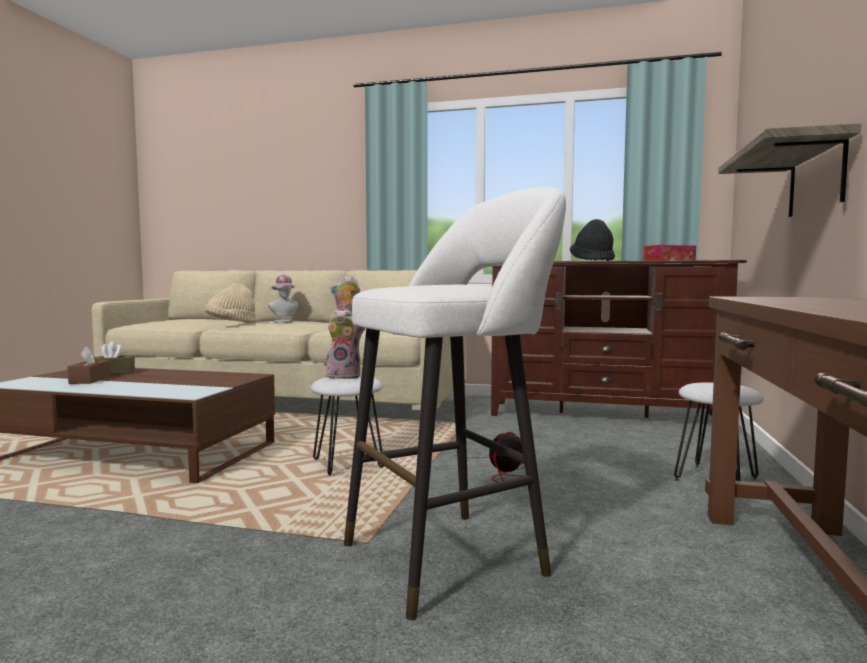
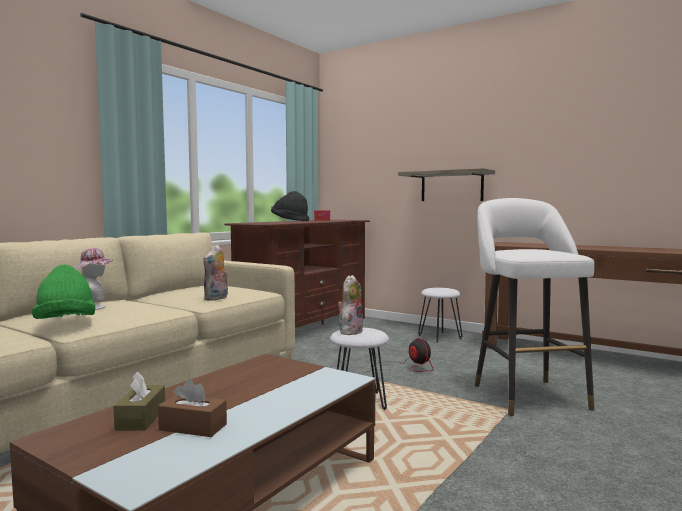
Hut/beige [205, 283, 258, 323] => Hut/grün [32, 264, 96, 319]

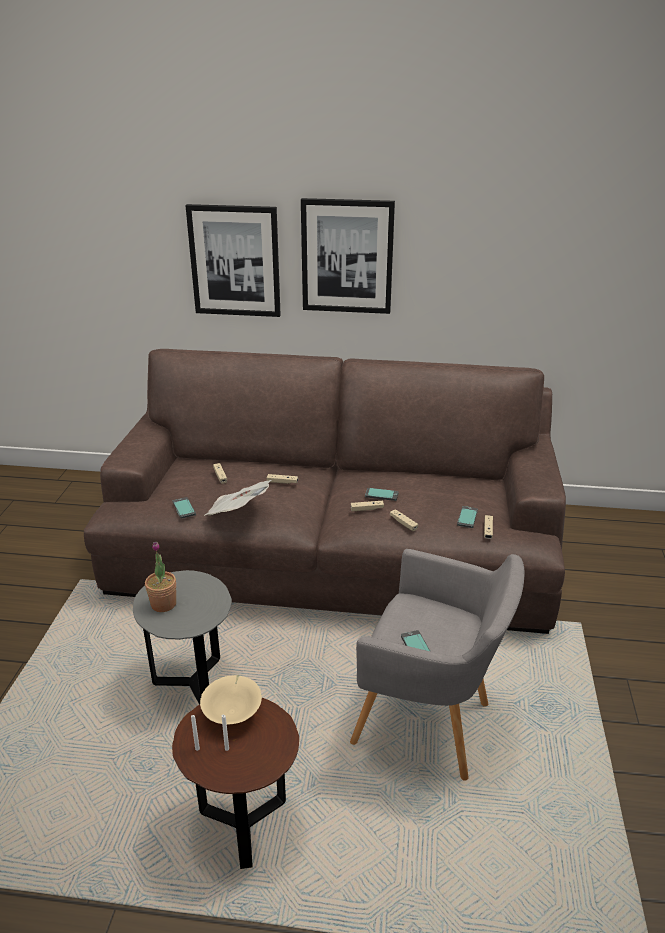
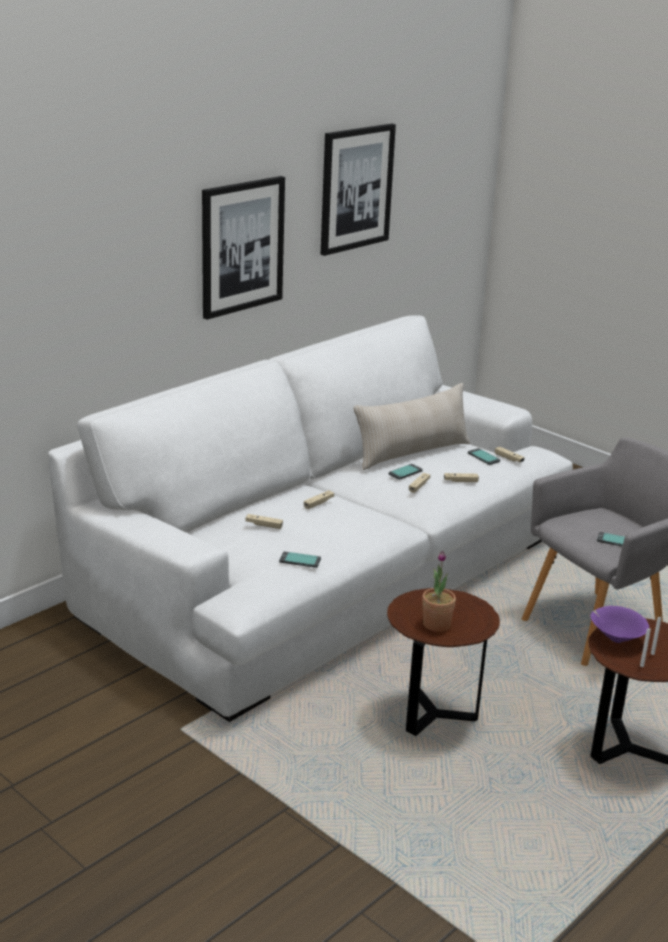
Sofa/braun [84, 349, 566, 634] => Sofa/weiß [48, 315, 573, 722]
Beistelltisch/grau [133, 570, 232, 705] => Beistelltisch/braun [387, 588, 500, 736]
Bild [185, 204, 281, 317] => Bild [321, 123, 396, 256], shifted
Schüssel/beige [200, 675, 262, 725] => Schüssel/lila [591, 606, 649, 643]
Zeitung [204, 480, 271, 516] => nothing
nothing => Kissen/beige [354, 383, 470, 470]

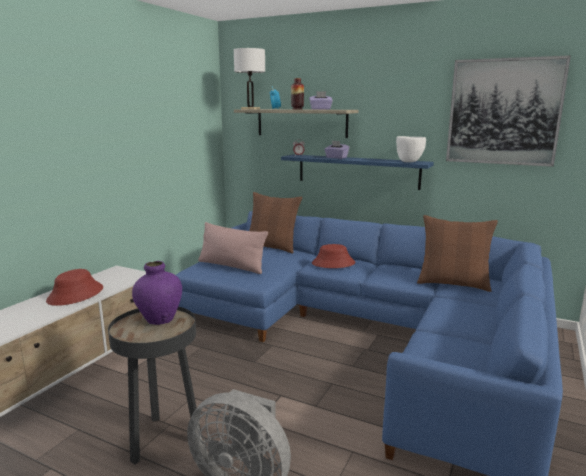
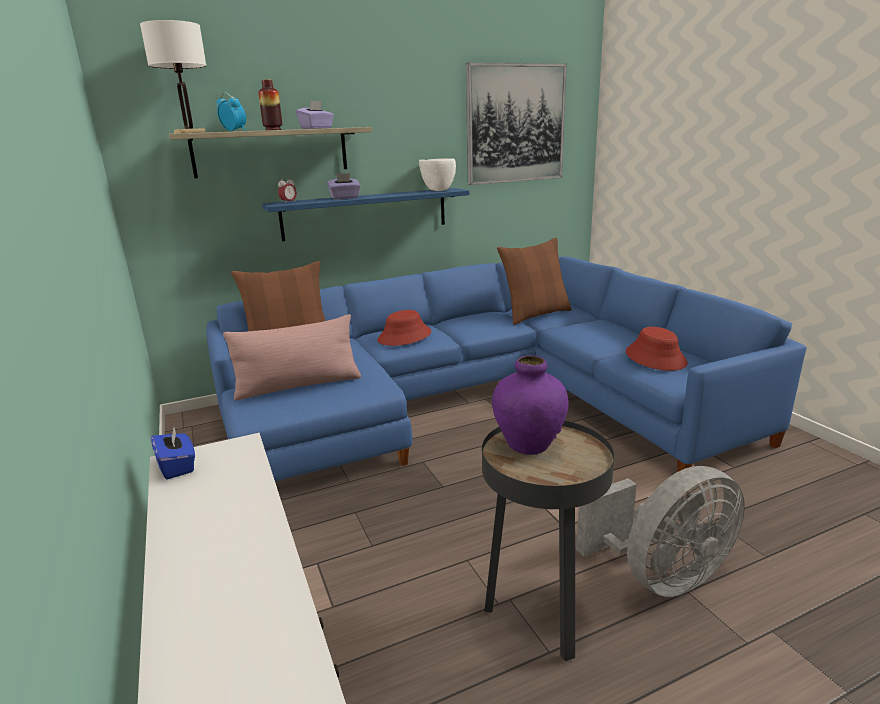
Hut/rot [46, 269, 103, 306] => Hut/rot [626, 327, 688, 371], shifted
nothing => Taschentuchbox/blau [151, 428, 195, 480]

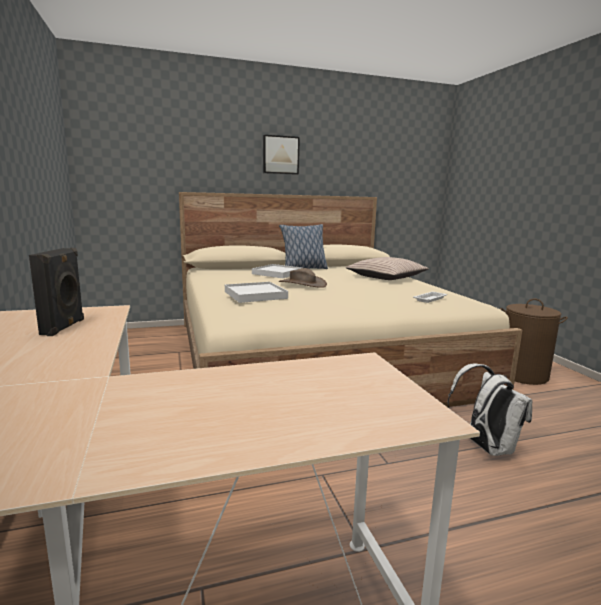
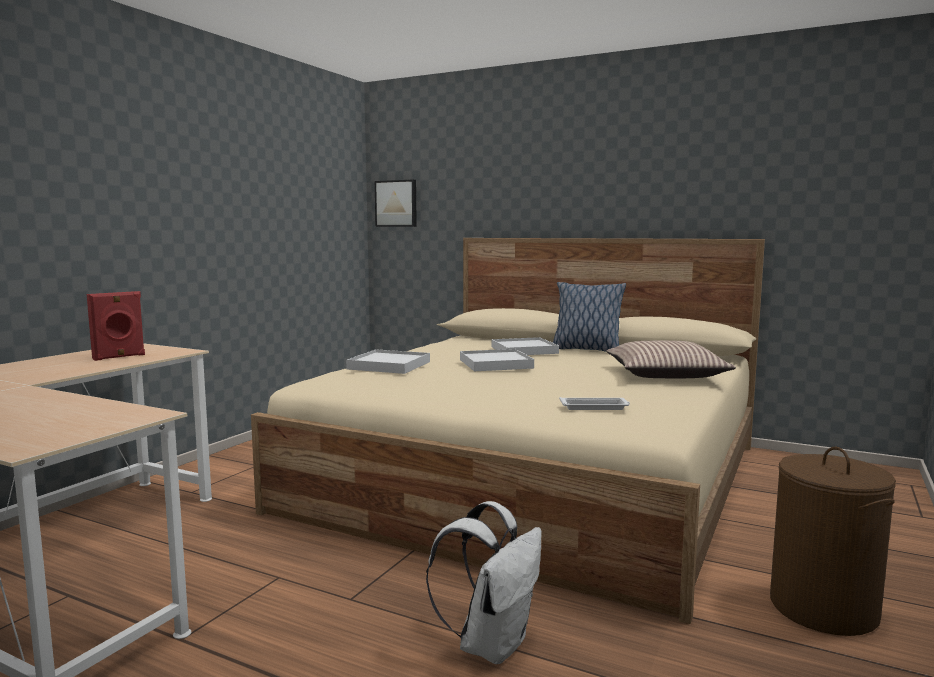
Lautsprecher/schwarz [29, 248, 84, 336] => Lautsprecher/rot [87, 291, 145, 361]
Bild [263, 135, 300, 175] => Bild [375, 180, 417, 227], shifted
Hut/braun [279, 268, 327, 288] => Tablett/weiß [460, 349, 534, 371]

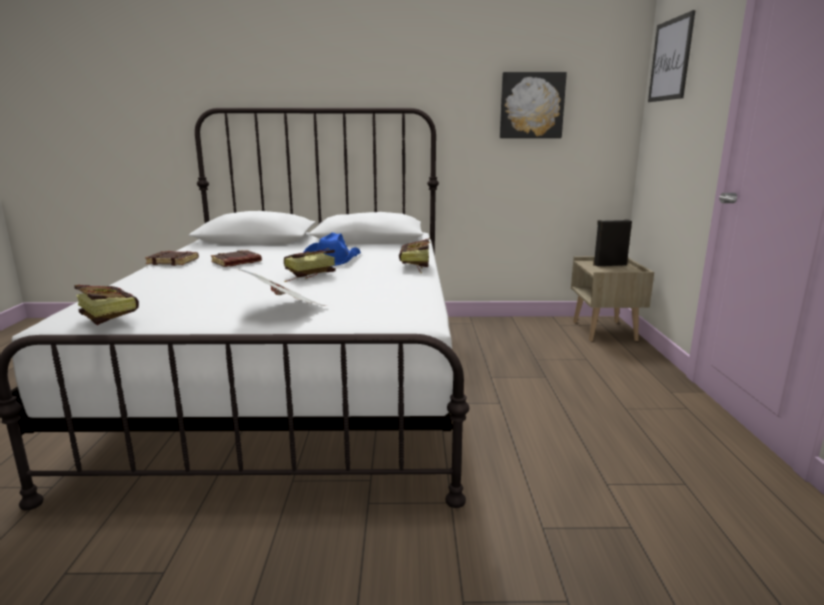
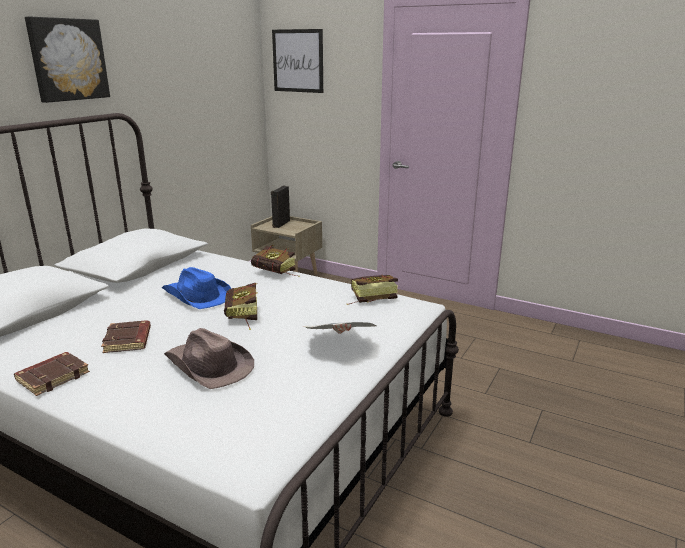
Buch [74, 285, 139, 325] => Buch [346, 275, 398, 305], shifted
Bild [500, 72, 567, 138] => Bild [25, 17, 110, 103], shifted
nothing => Hut/braun [164, 328, 254, 389]

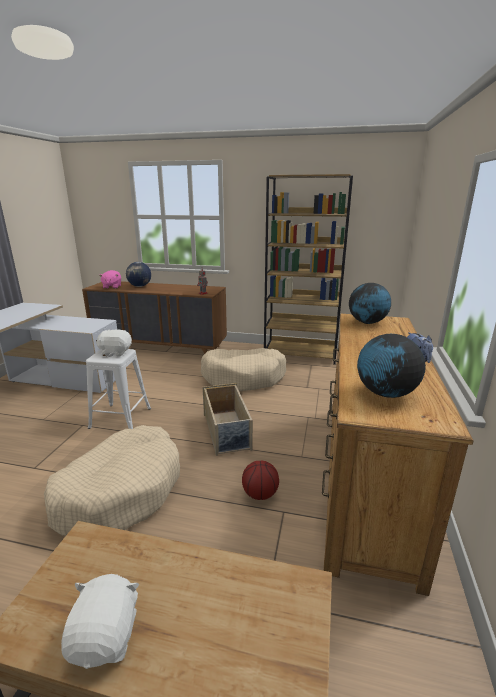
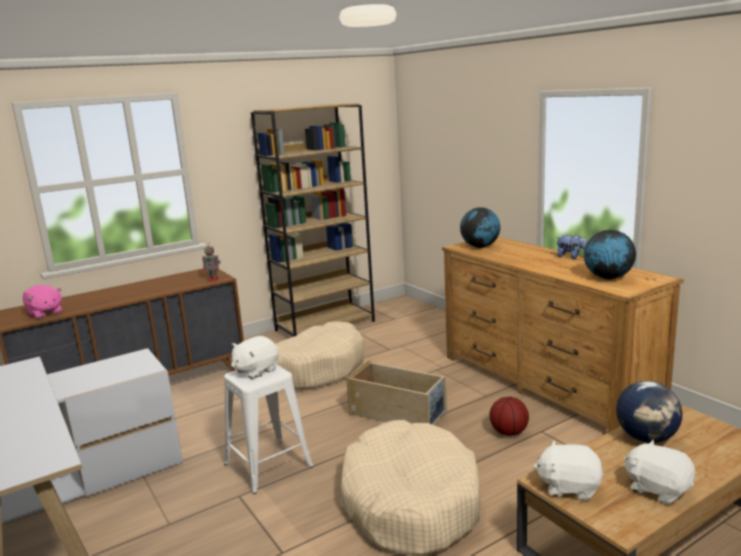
Globus [126, 262, 151, 287] => Globus [616, 381, 682, 443], shifted
nothing => Plüschtier/weiß [533, 440, 604, 501]

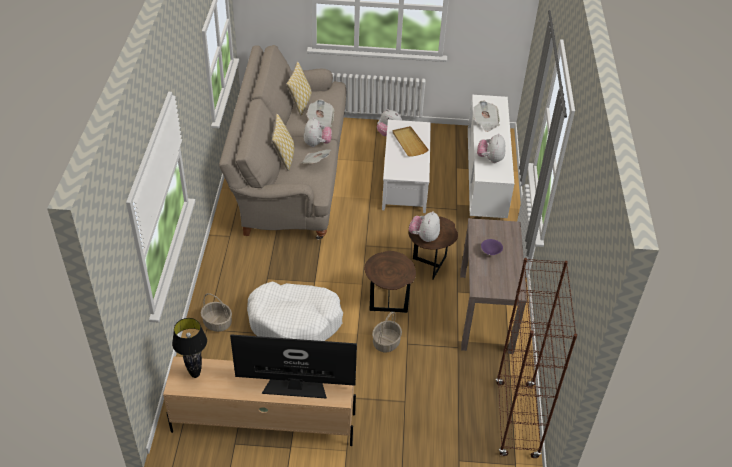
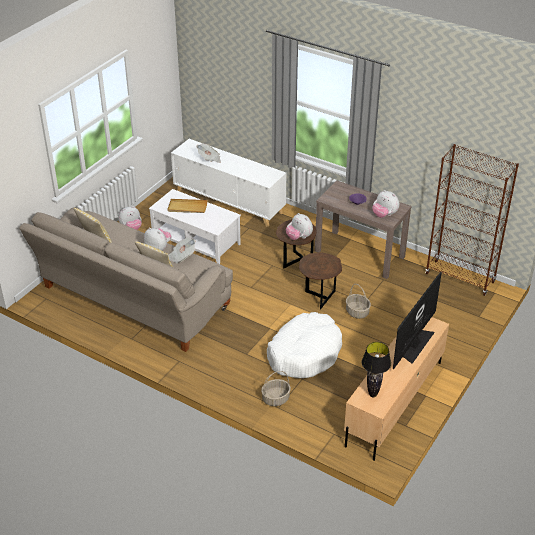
Zeitung [306, 99, 335, 129] => nothing
Plüschtier [477, 133, 505, 163] => Plüschtier [372, 190, 399, 218], shifted

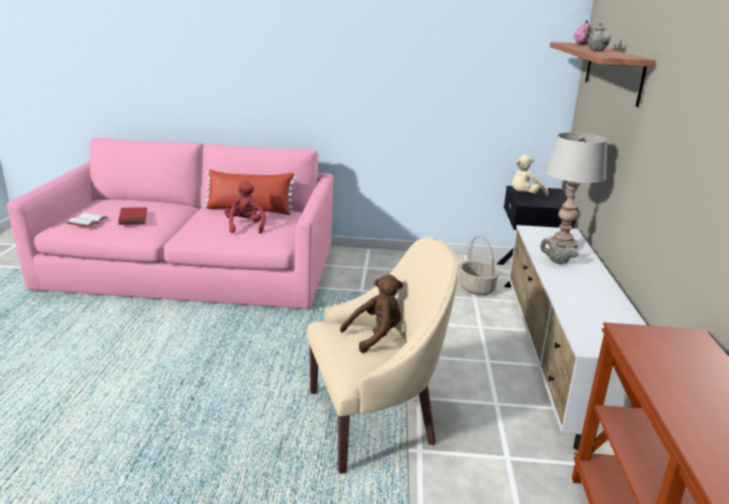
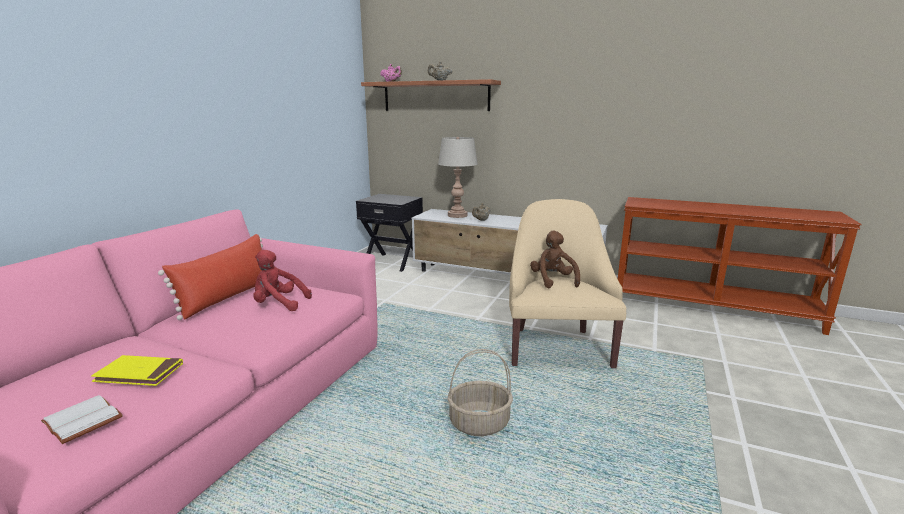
Buch/rot [118, 207, 147, 225] => Buch/gelb [91, 355, 183, 386]
Korb [459, 235, 500, 295] => Korb [448, 349, 513, 436], shifted
Plüschtier/beige [512, 155, 548, 196] => nothing

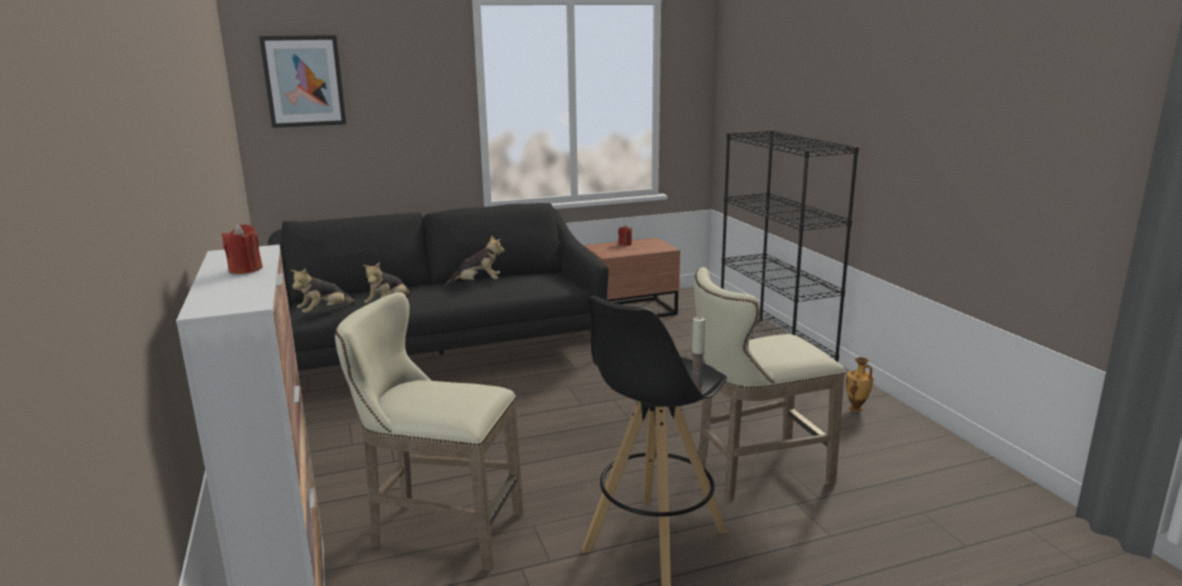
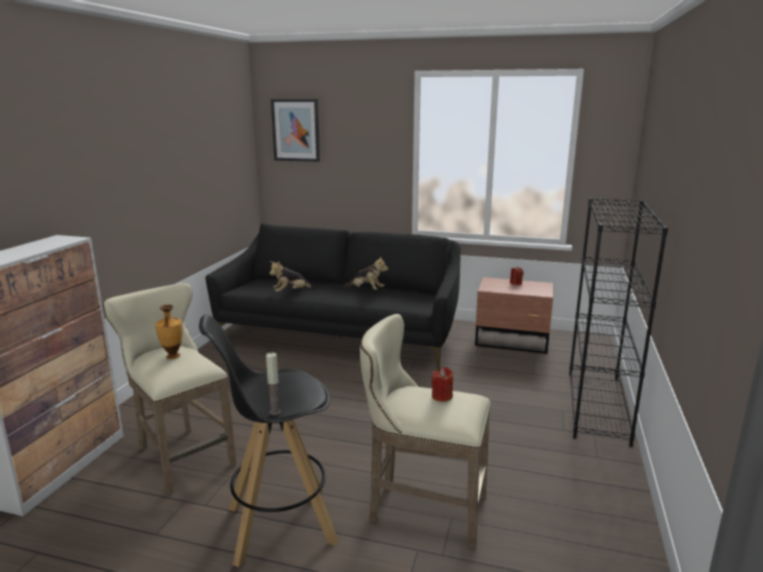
Kerze/rot [222, 224, 263, 274] => Kerze/rot [431, 367, 453, 402], shifted
Plüschtier [291, 268, 356, 313] => nothing
Vase [846, 357, 874, 412] => Vase [155, 305, 183, 359], shifted

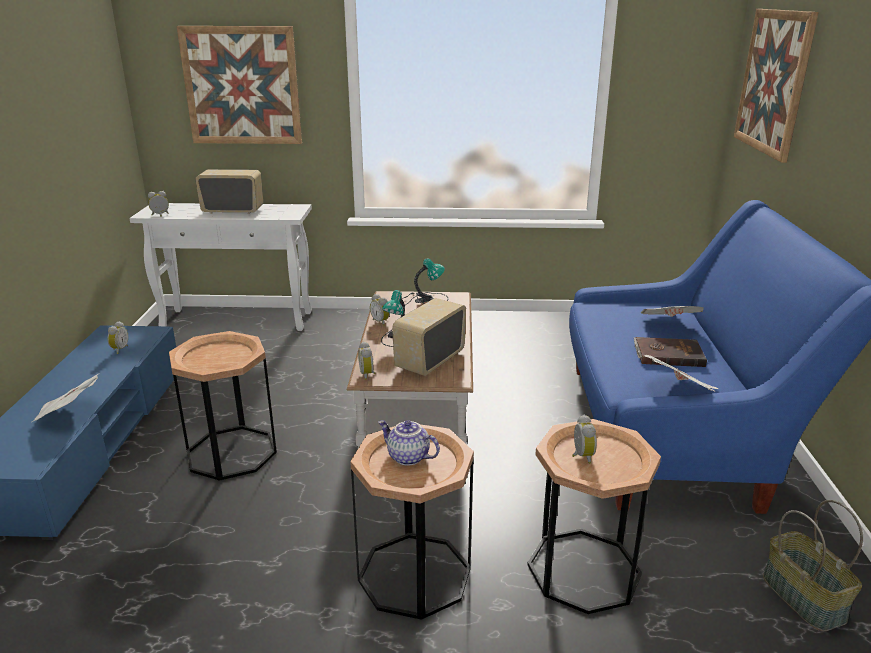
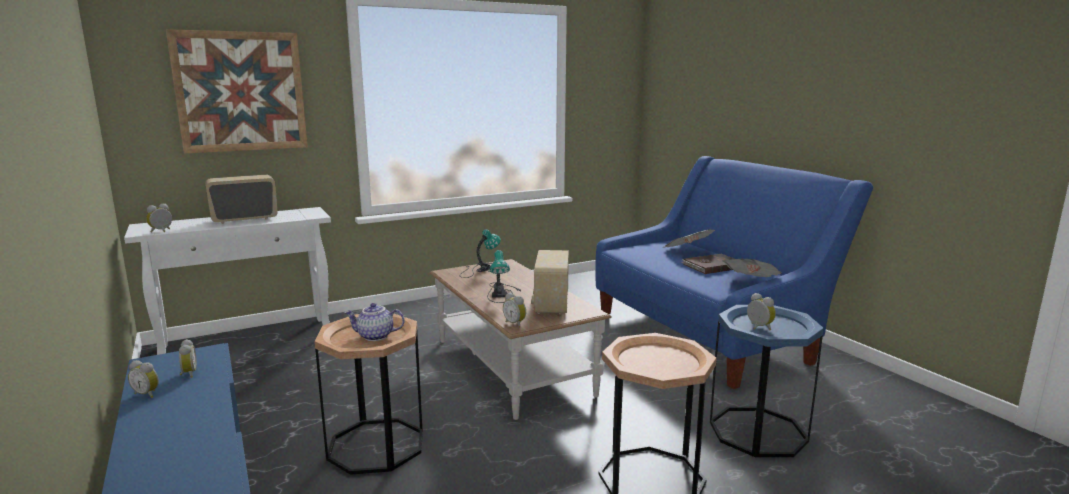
Zeitung [32, 374, 98, 422] => nothing
Wecker [370, 294, 390, 326] => Wecker [128, 360, 159, 398], shifted
Teekanne [378, 420, 440, 466] => Teekanne [344, 303, 405, 341], shifted
Beistelltisch/braun [527, 419, 661, 614] => Beistelltisch/blau [710, 305, 824, 457]
Bild [734, 9, 819, 163] => nothing
Korb [763, 500, 863, 631] => nothing

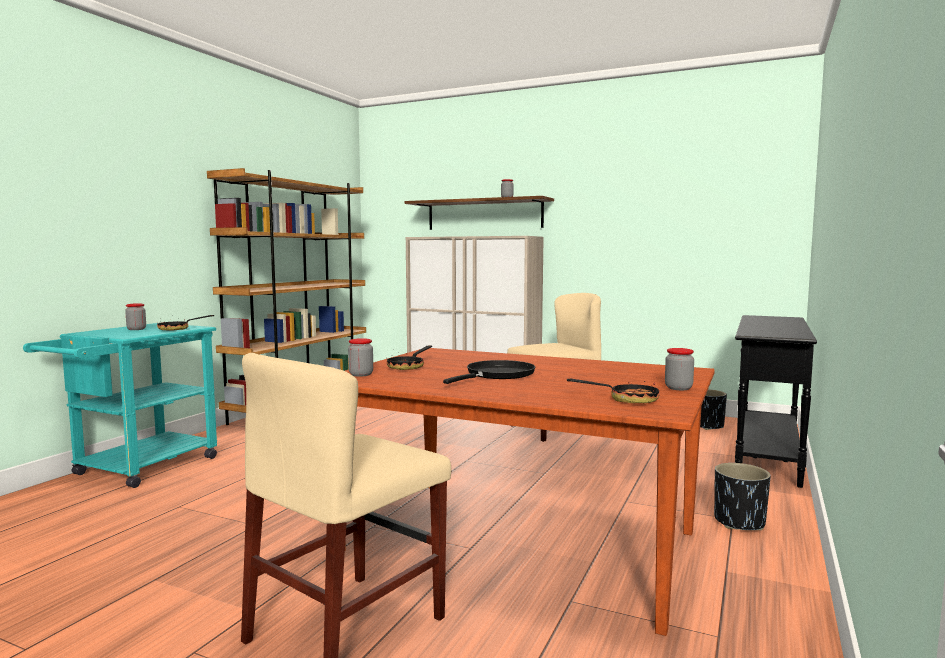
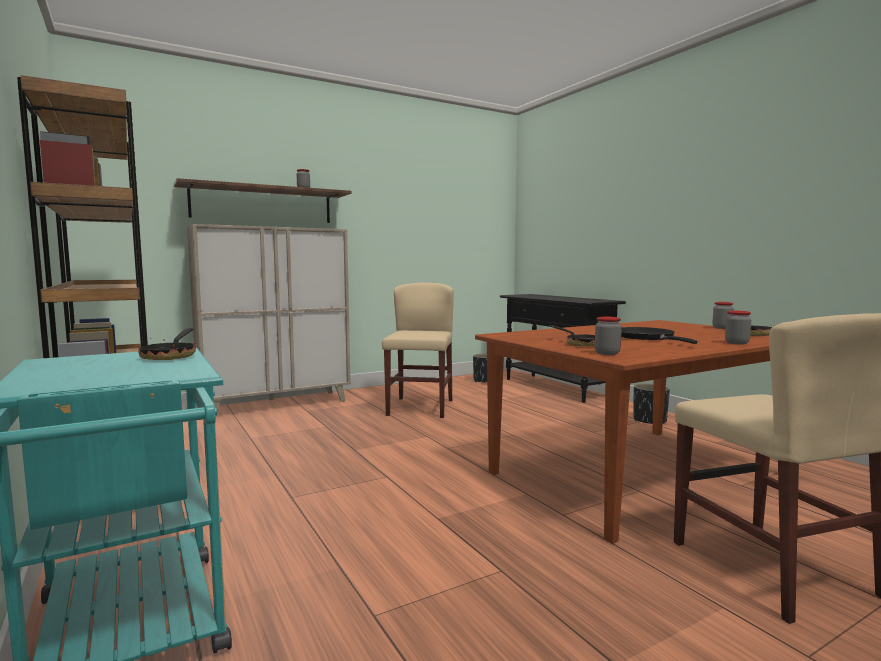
Vorratsglas [125, 303, 146, 330] => Vorratsglas [725, 311, 751, 345], shifted

